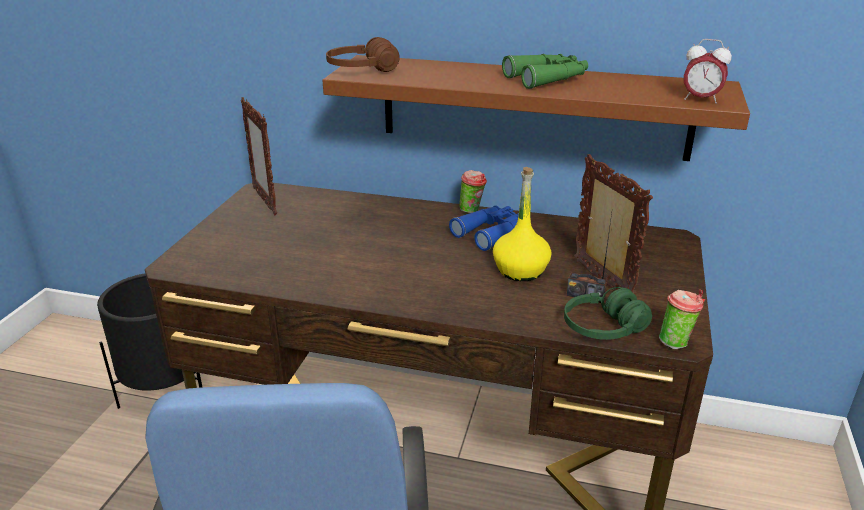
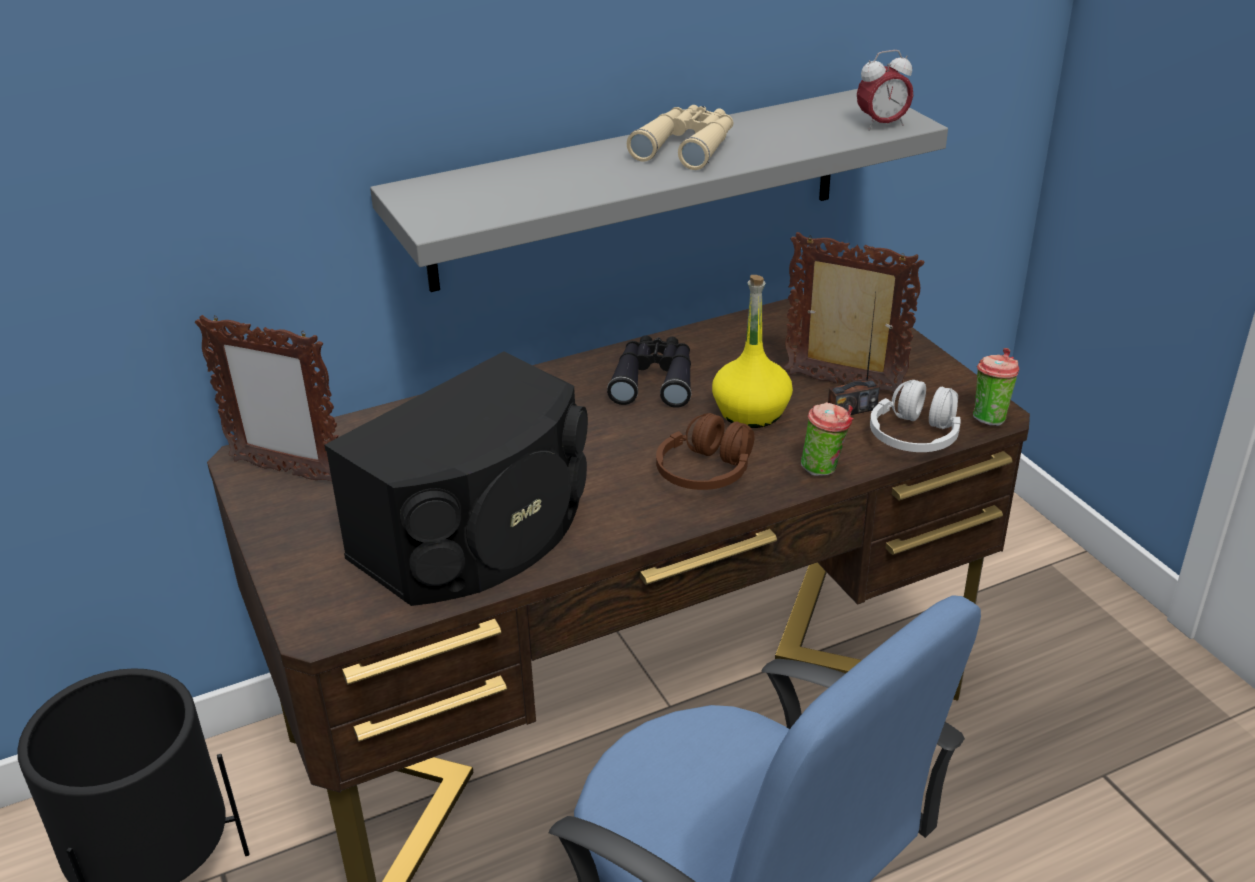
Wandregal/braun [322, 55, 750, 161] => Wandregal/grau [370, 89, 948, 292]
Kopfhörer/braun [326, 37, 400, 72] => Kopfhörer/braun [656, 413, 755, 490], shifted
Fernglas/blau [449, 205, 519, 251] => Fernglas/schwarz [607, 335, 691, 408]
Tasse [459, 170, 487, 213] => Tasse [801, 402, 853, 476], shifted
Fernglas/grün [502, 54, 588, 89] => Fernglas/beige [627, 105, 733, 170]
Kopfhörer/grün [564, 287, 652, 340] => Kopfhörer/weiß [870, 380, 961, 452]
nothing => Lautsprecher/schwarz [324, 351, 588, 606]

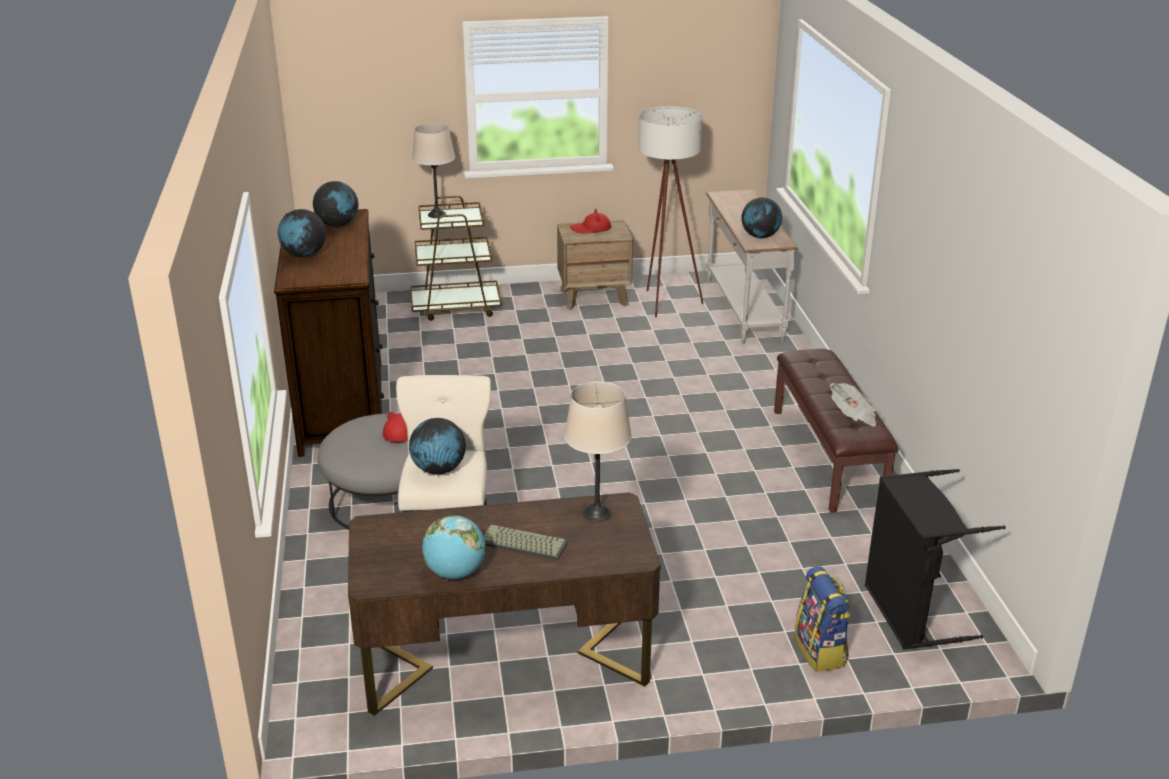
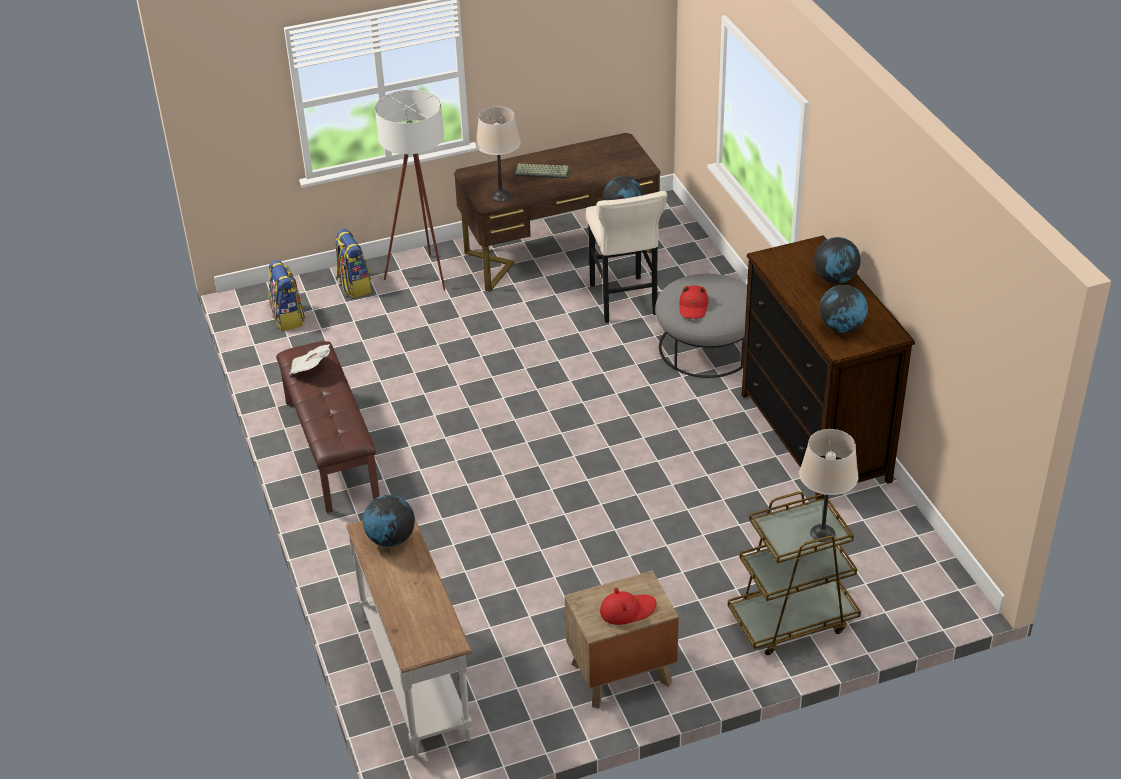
Globus [422, 515, 486, 579] => nothing
Stehlampe/weiß [638, 106, 704, 317] => Stehlampe/weiß [375, 89, 445, 290], shifted
Wäschekorb/schwarz [865, 469, 1006, 650] => Rucksack [268, 260, 305, 331]

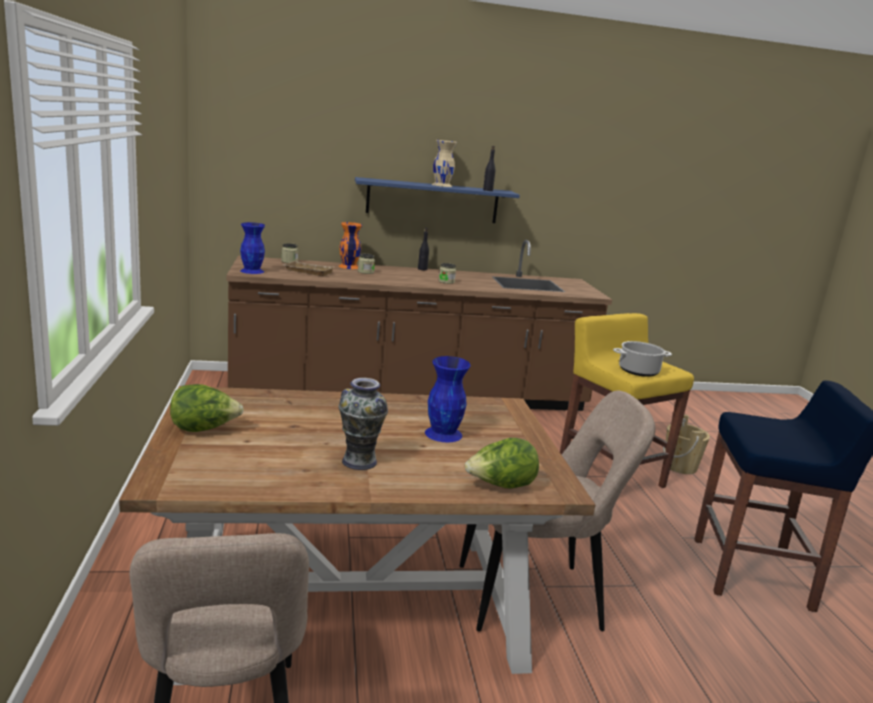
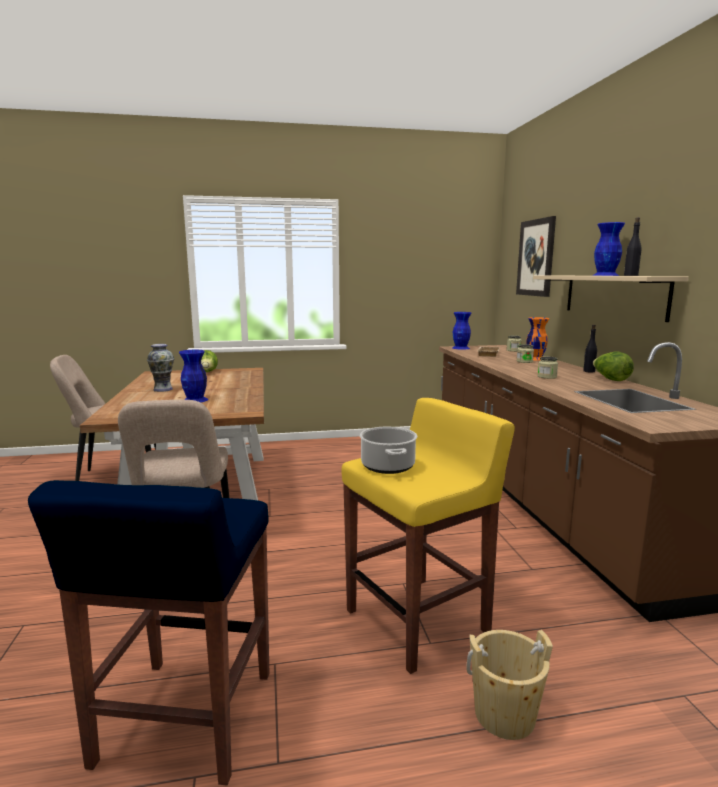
Wandregal/blau [355, 177, 520, 223] => Wandregal/beige [533, 276, 689, 322]
Vase/beige [432, 140, 457, 187] => Vase/blau [592, 222, 625, 276]
Salatkopf [465, 438, 539, 489] => Salatkopf [593, 351, 634, 381], shifted
nothing => Bild [516, 216, 556, 297]

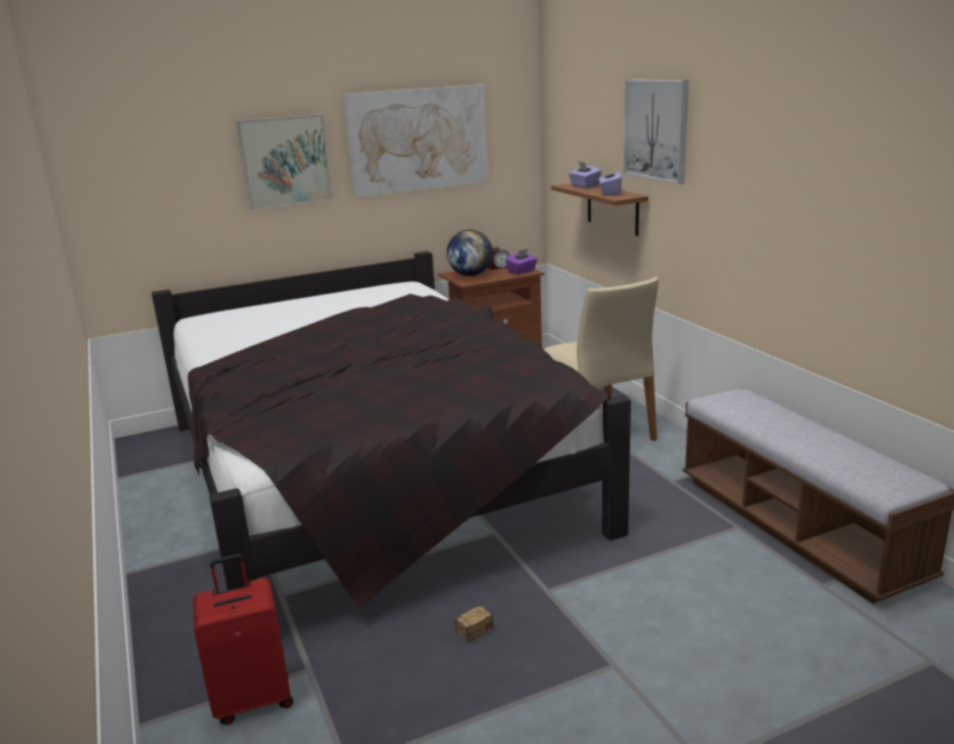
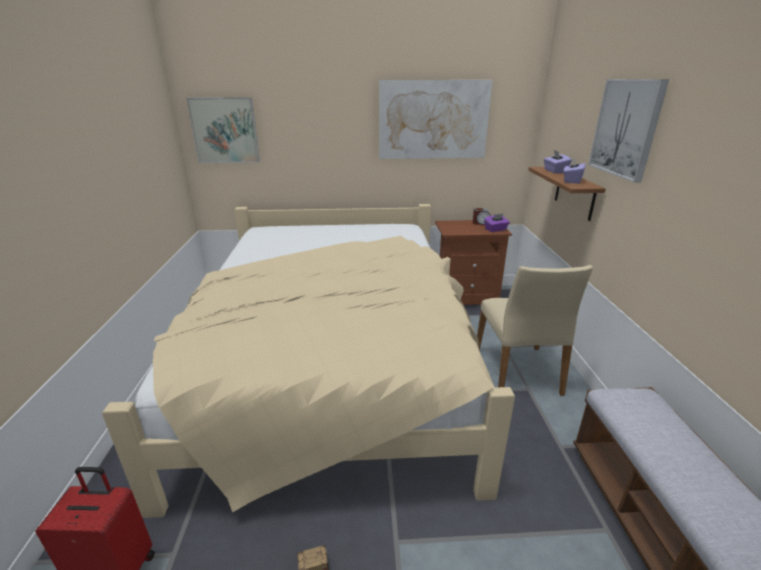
Bett/schwarz [151, 251, 631, 610] => Bett/beige [102, 204, 515, 518]
Bild [236, 114, 333, 210] => Bild [186, 97, 260, 163], shifted
Globus [447, 230, 493, 276] => nothing

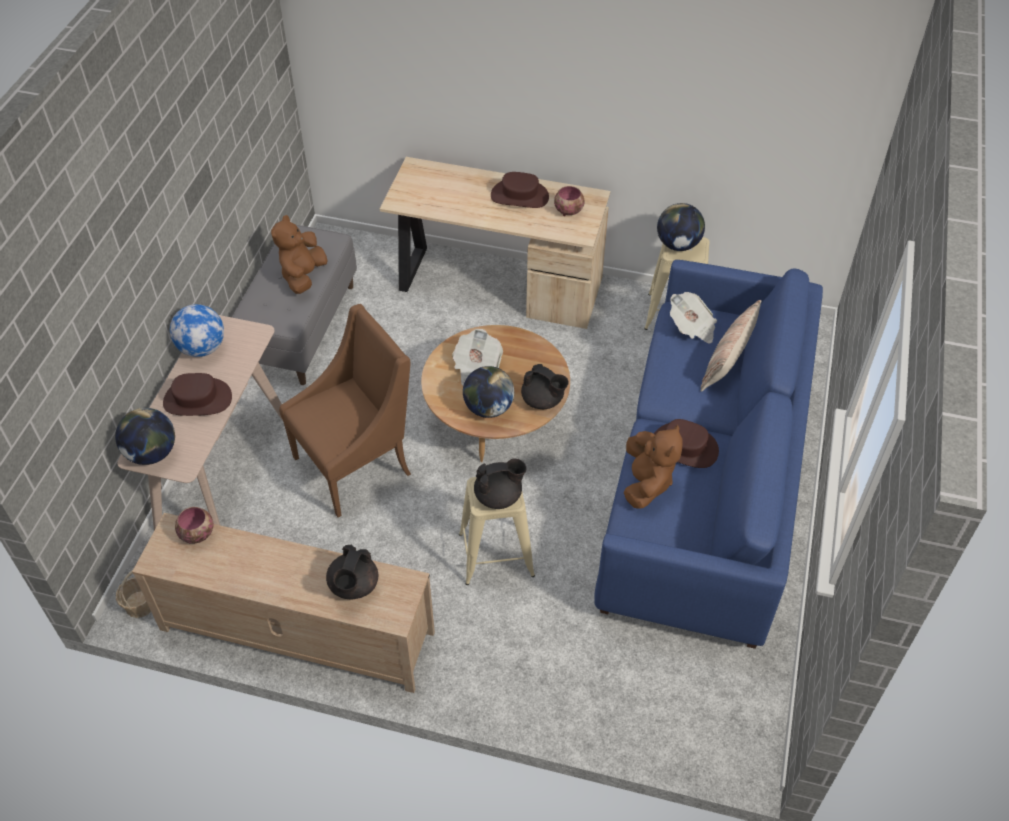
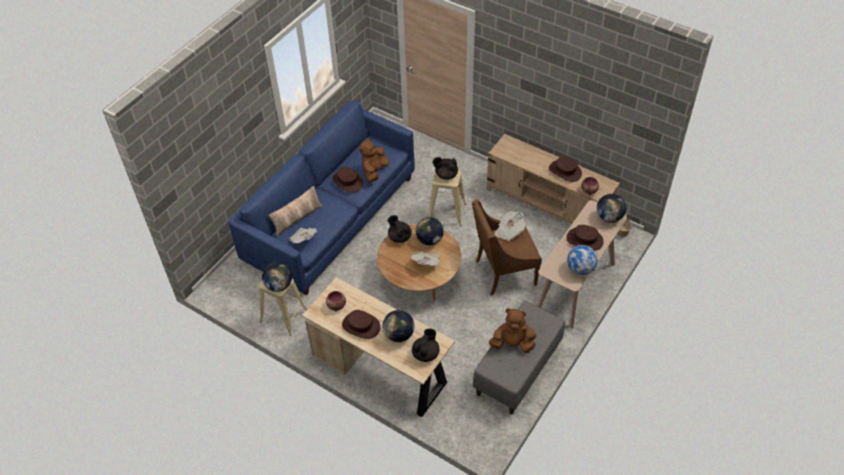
Plüschtier/braun [271, 215, 328, 294] => Plüschtier/braun [489, 308, 536, 353], 120 degrees counterclockwise
Teekanne/schwarz [326, 545, 378, 599] => Teekanne/schwarz [412, 329, 440, 362], shifted
nothing => Globus [382, 310, 415, 342]
nothing => Zeitung [495, 211, 526, 241]
nothing => Hut/braun [549, 157, 582, 182]

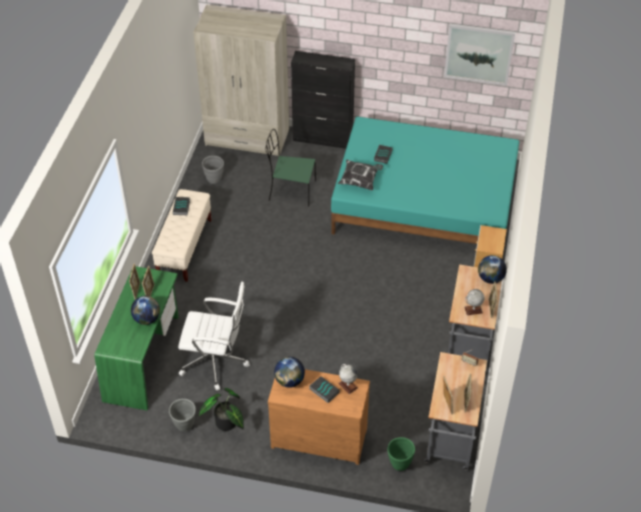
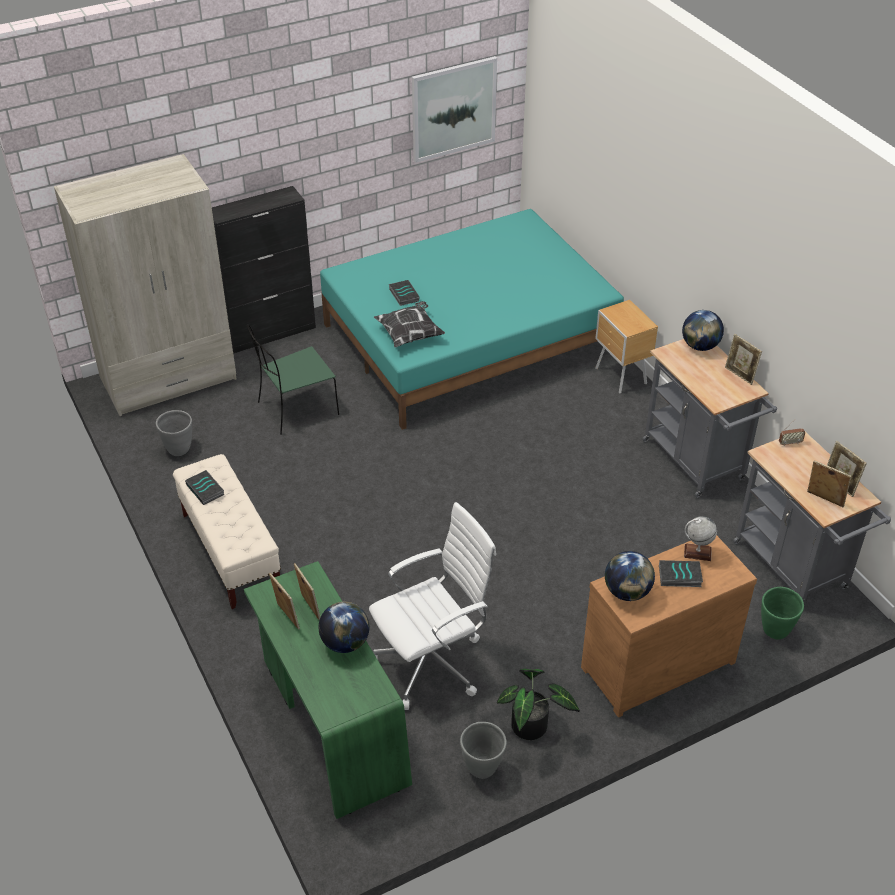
Globus [464, 289, 484, 316] => nothing

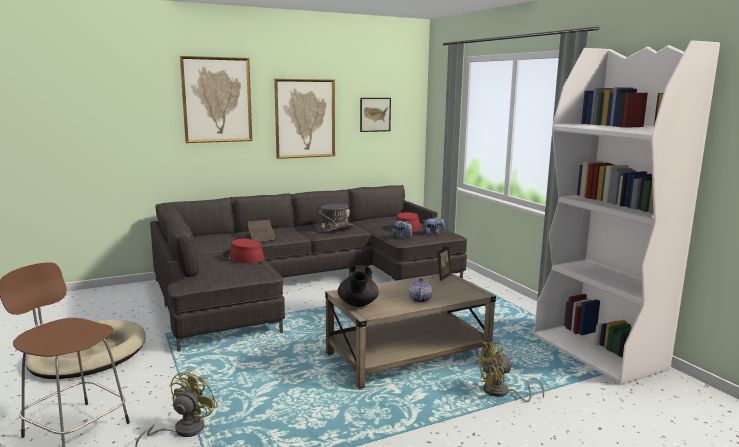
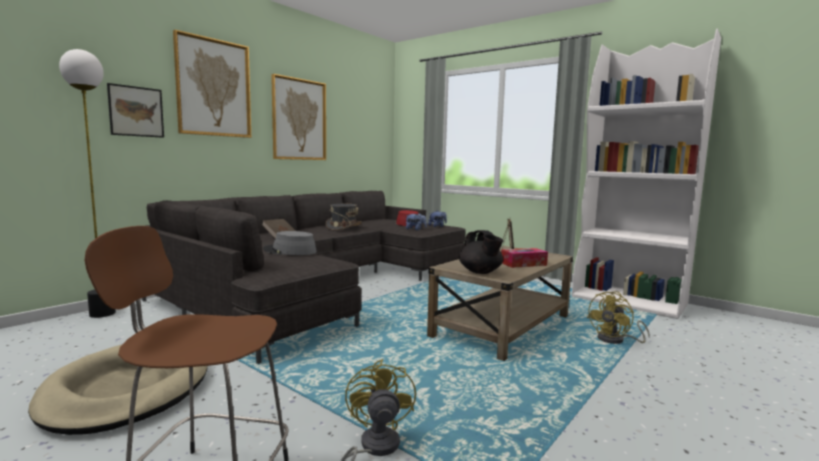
Hut/rot [223, 239, 264, 263] => Hut/grau [263, 231, 317, 255]
Bild [360, 98, 391, 132] => Bild [107, 83, 164, 138], shifted
Teekanne [409, 277, 432, 303] => Taschentuchbox [501, 248, 548, 268]
nothing => Stehlampe [59, 49, 116, 318]

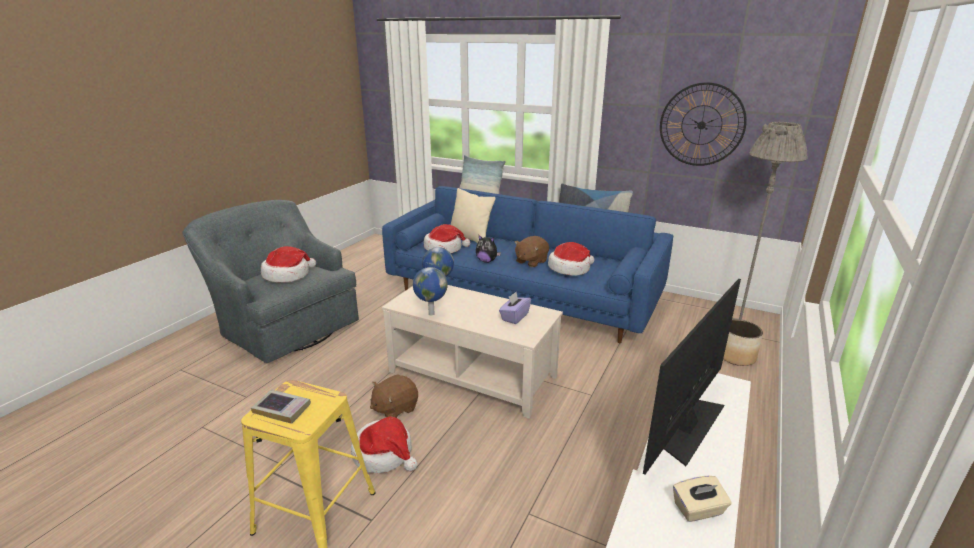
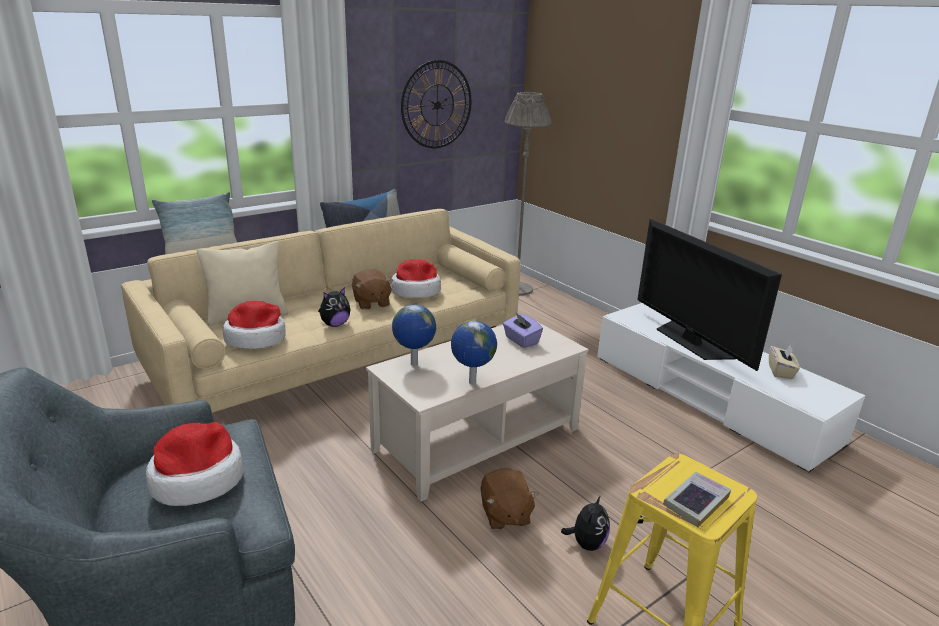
Hut [351, 417, 418, 473] => Plüschtier [561, 495, 610, 551]
Sofa/blau [382, 186, 673, 343] => Sofa/beige [121, 209, 521, 413]
Pflanzkübel [723, 320, 763, 366] => nothing

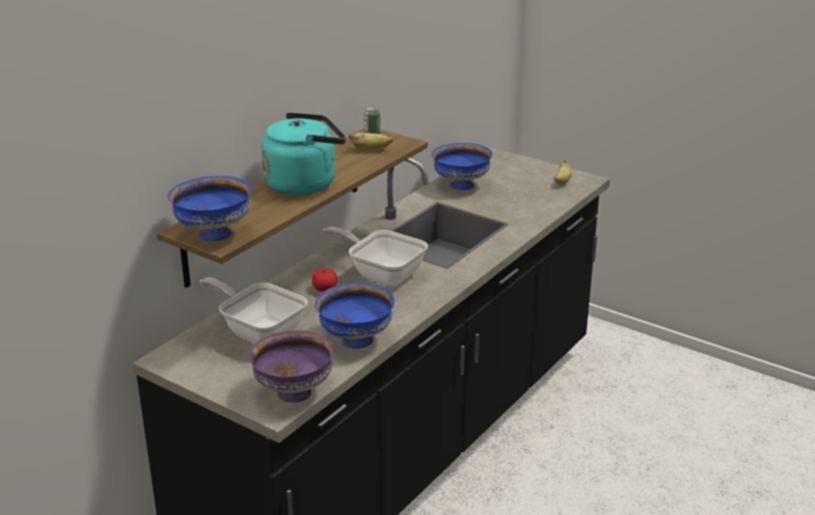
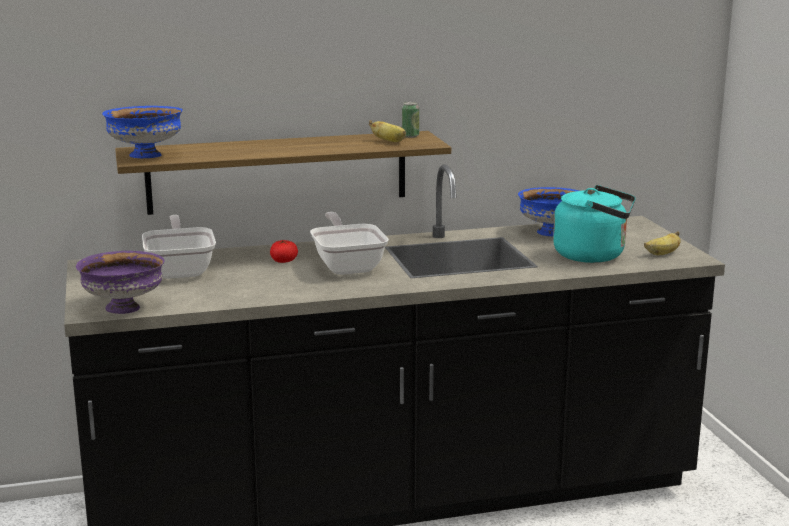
Wasserkessel/türkis [261, 112, 346, 196] => Wasserkessel/türkis [553, 185, 635, 263], shifted
Schüssel/blau [315, 283, 395, 348] => nothing

